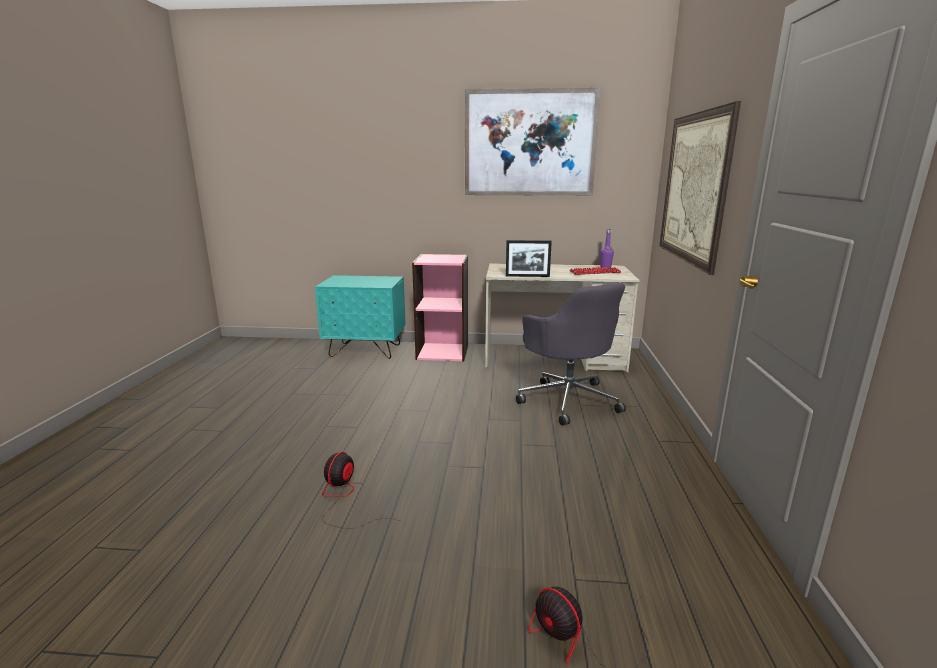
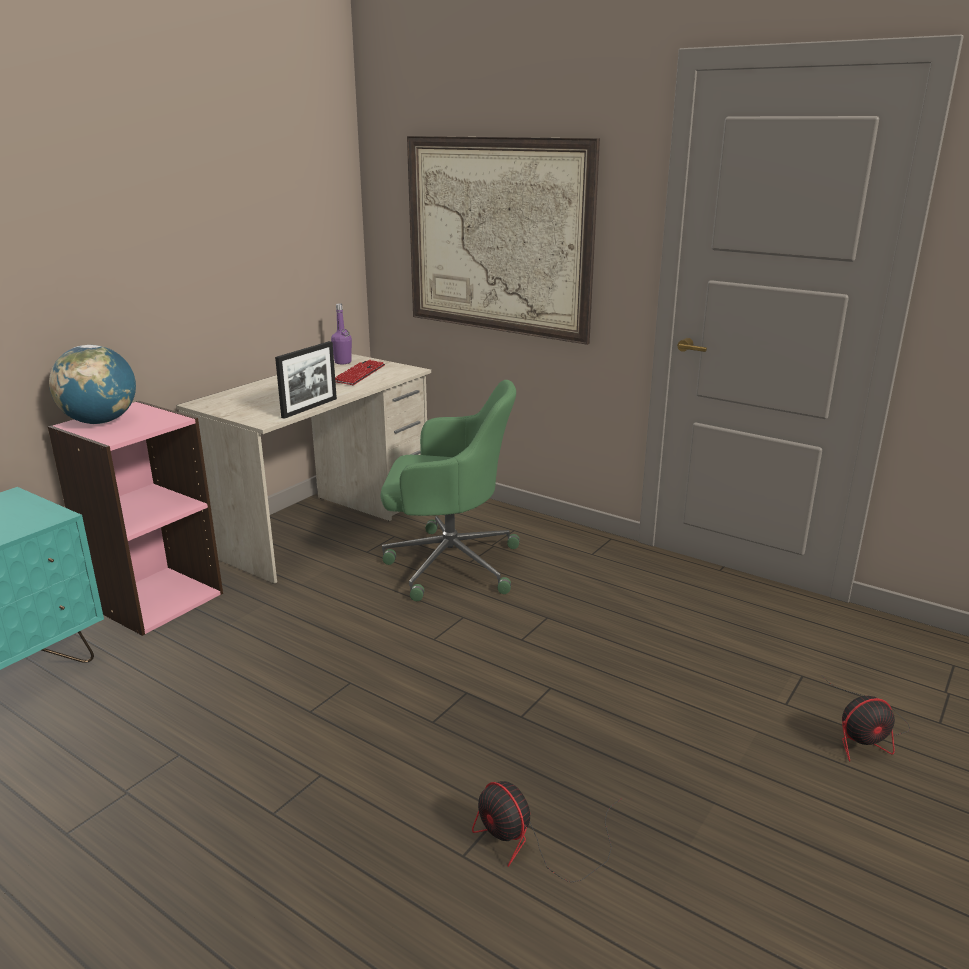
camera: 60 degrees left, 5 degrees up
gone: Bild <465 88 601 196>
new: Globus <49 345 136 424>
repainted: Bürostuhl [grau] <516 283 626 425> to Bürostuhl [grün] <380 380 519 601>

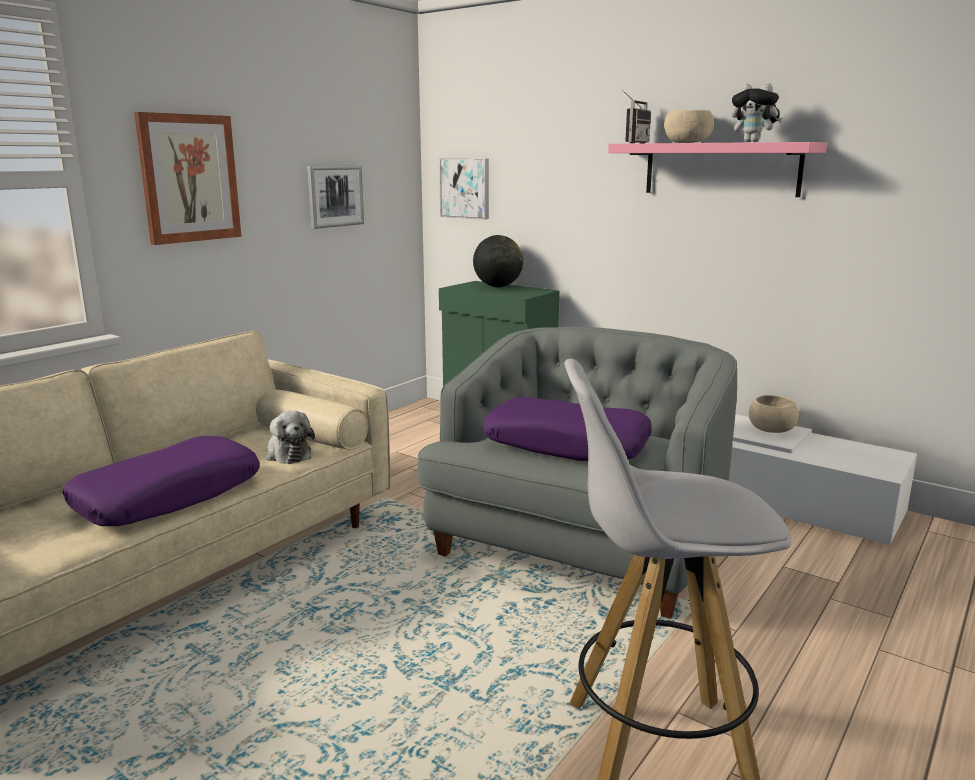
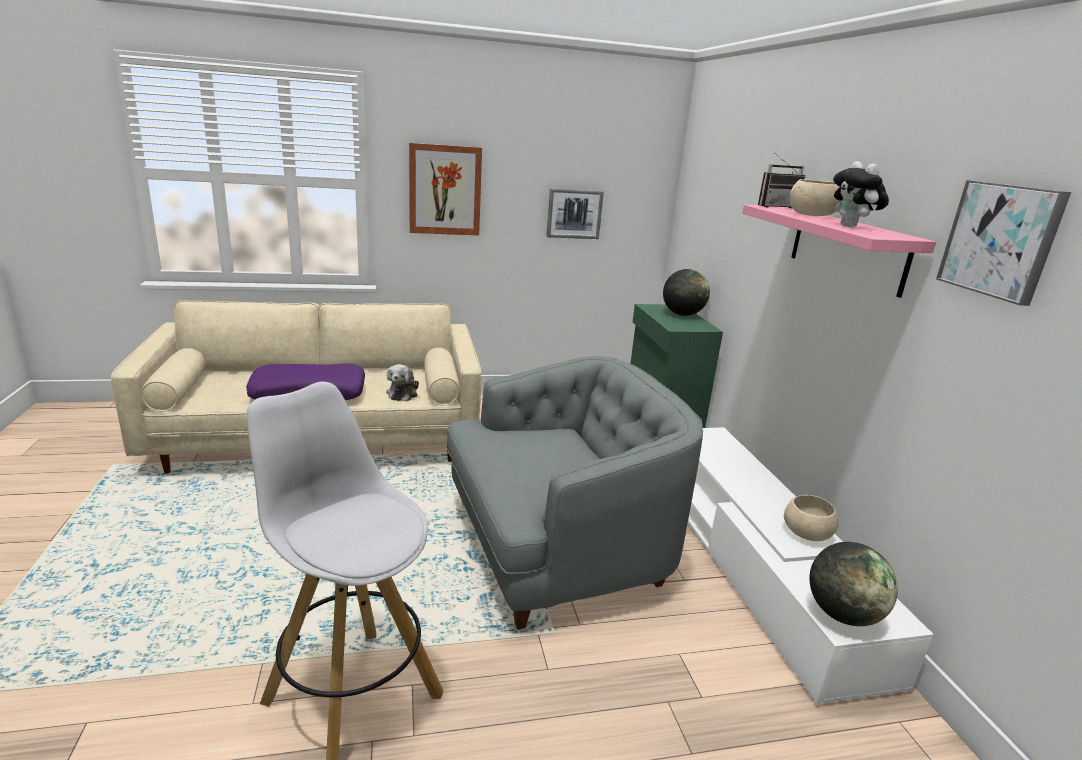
camera: 40 degrees right, 5 degrees up
gone: Kissen [lila] <483 397 652 461>
new: Globus <809 542 898 626>
shifted: Bild <439 158 489 219> to <936 180 1071 306>

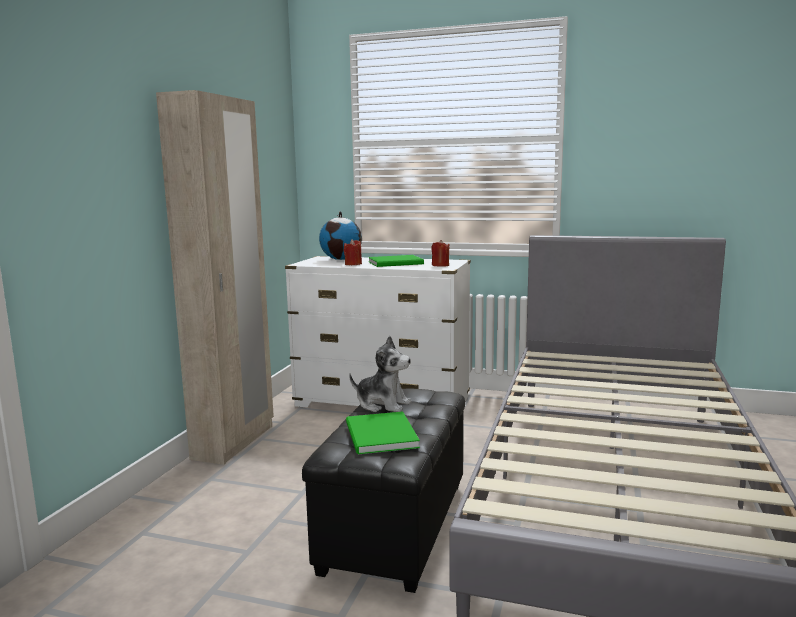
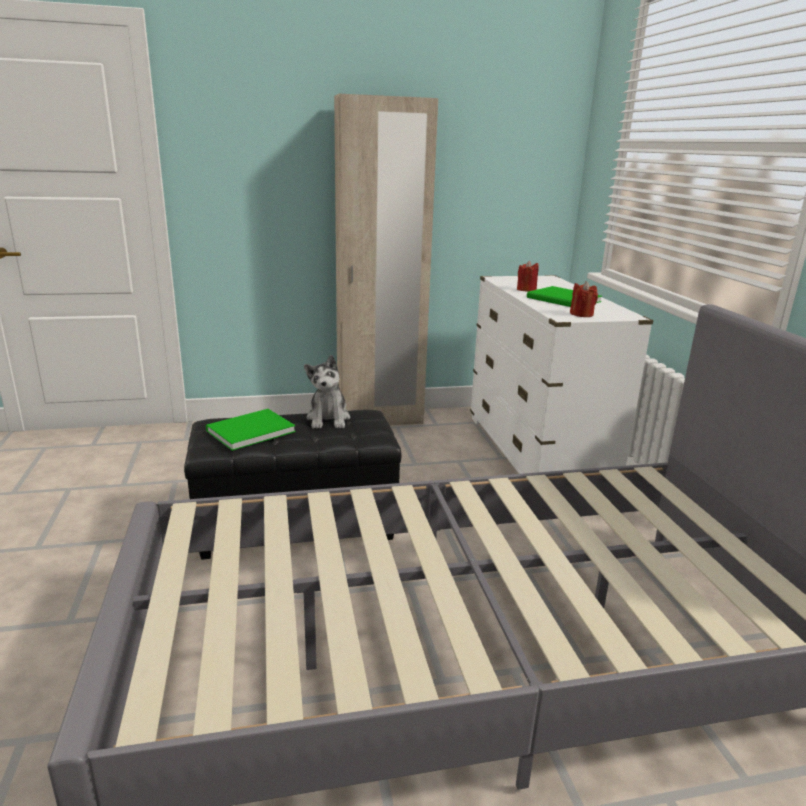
camera: 60 degrees right, 10 degrees up
gone: Globus <319 211 362 260>

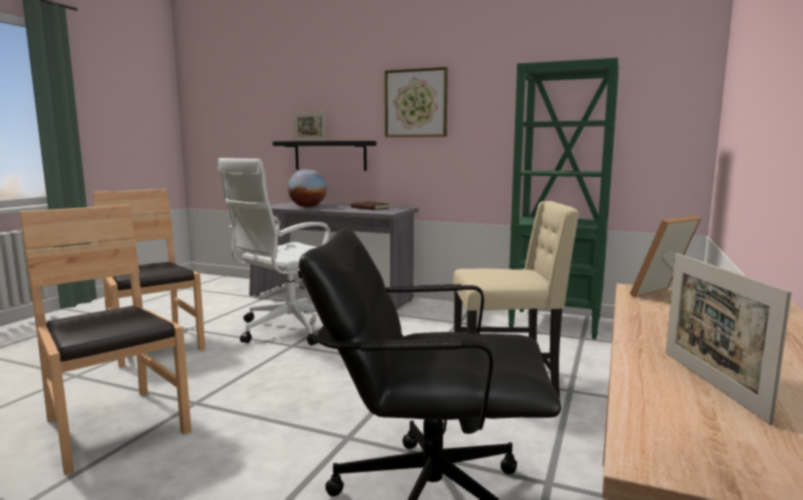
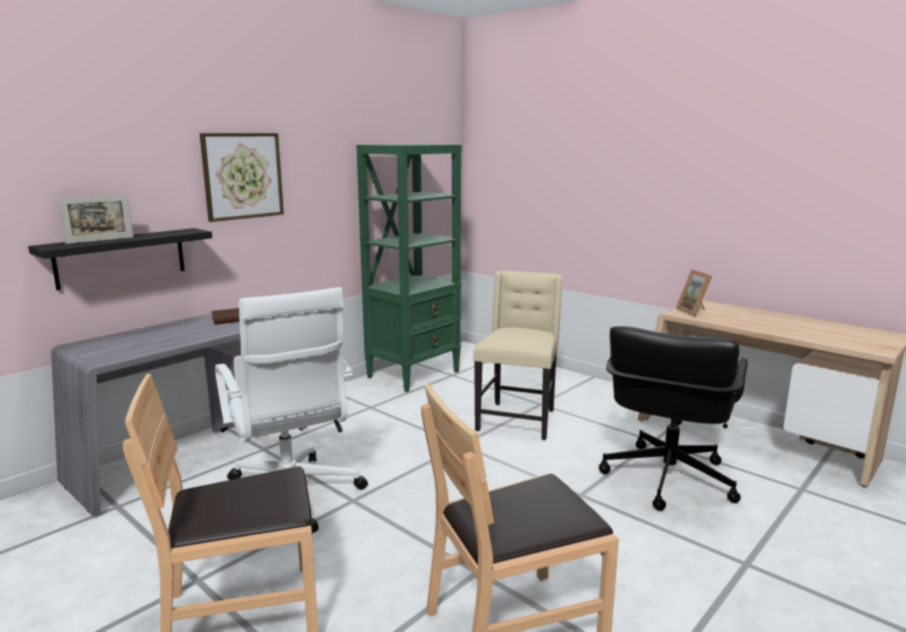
camera: 70 degrees left, 5 degrees up
gone: Globus <288 169 327 208>; Bilderrahmen <666 253 792 425>

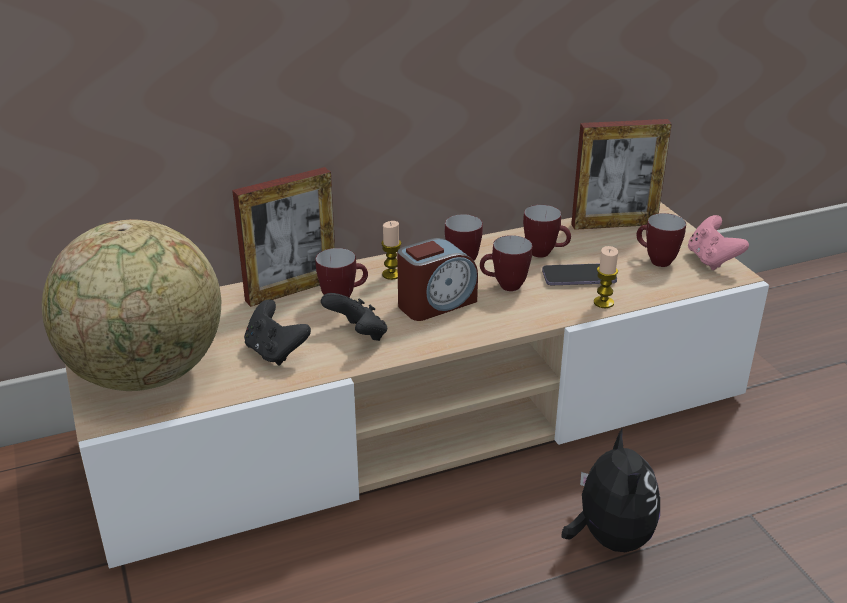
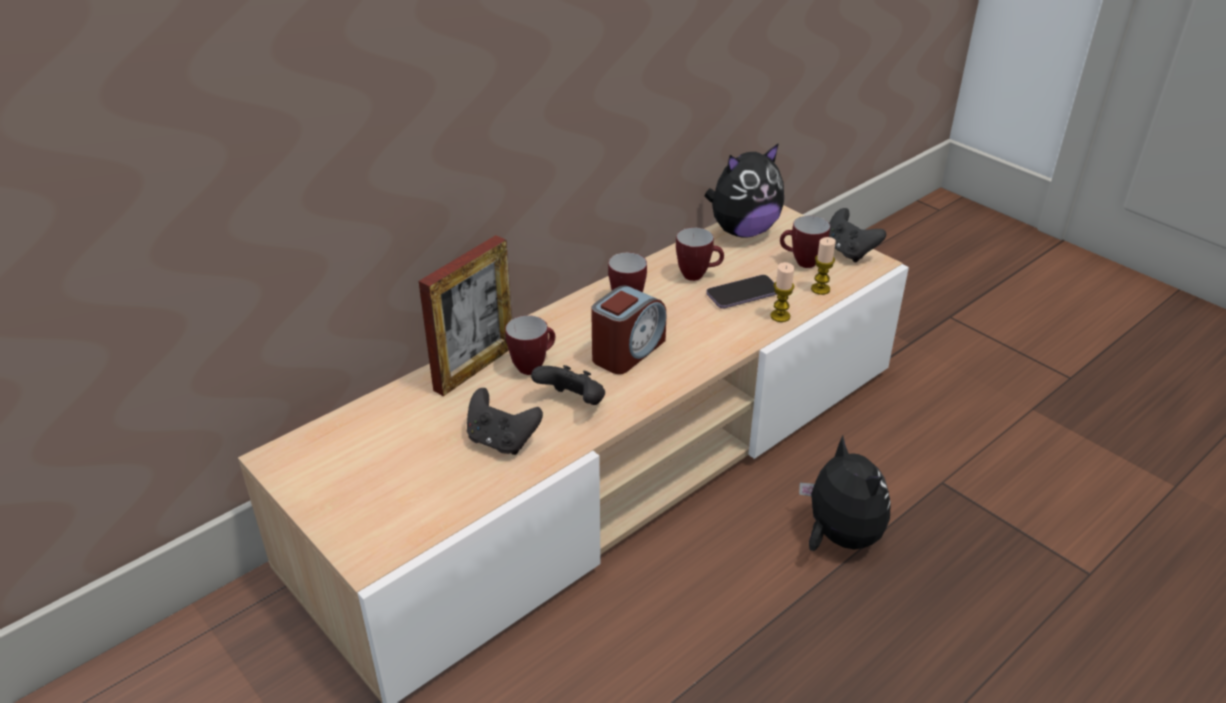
camera: 20 degrees left, 5 degrees up
gone: Globus <42 219 222 391>; Henkelbecher <480 235 532 291>
shifted: Kerze <381 221 401 280> to <811 237 836 295>
swapped: Bilderrahmen <571 119 672 230> to Plüschtier <705 143 784 238>
repainted: Gamepad [rosa] <688 215 749 270> to Gamepad [schwarz] <829 208 886 262>

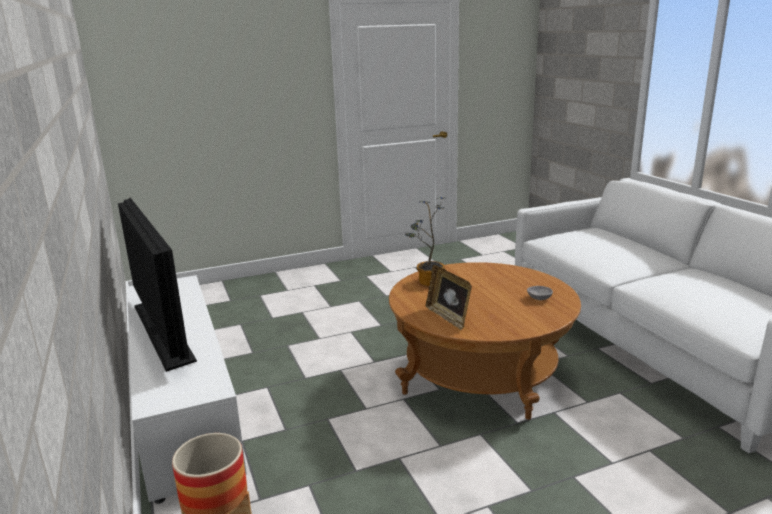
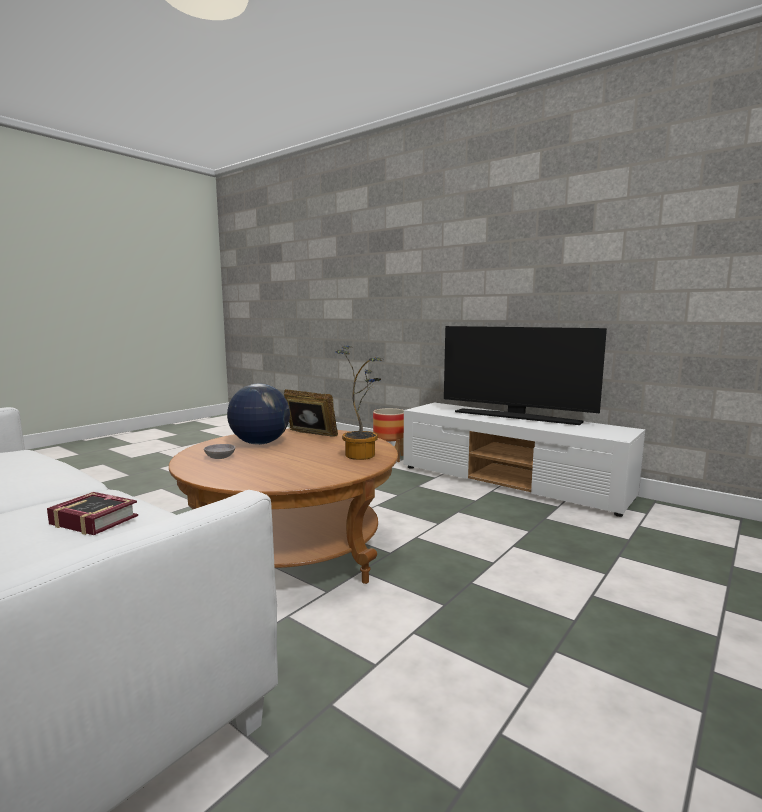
camera: 150 degrees right, 10 degrees down
new: Buch <47 492 138 535>; Globus <227 384 290 445>

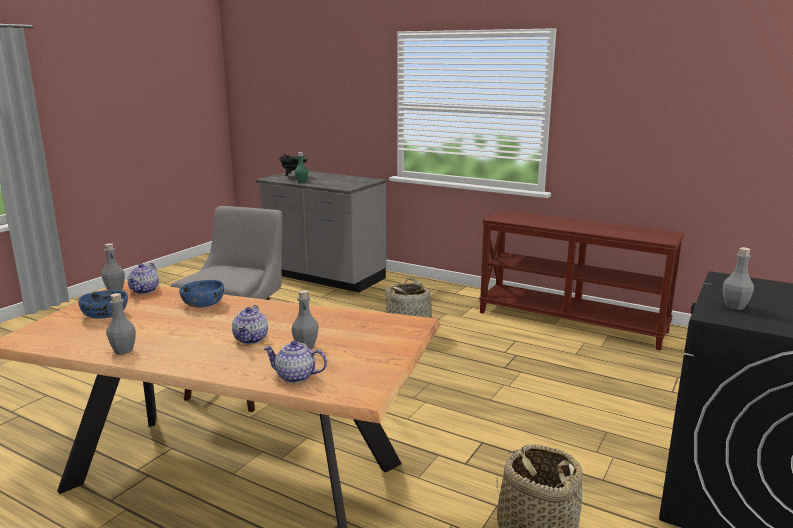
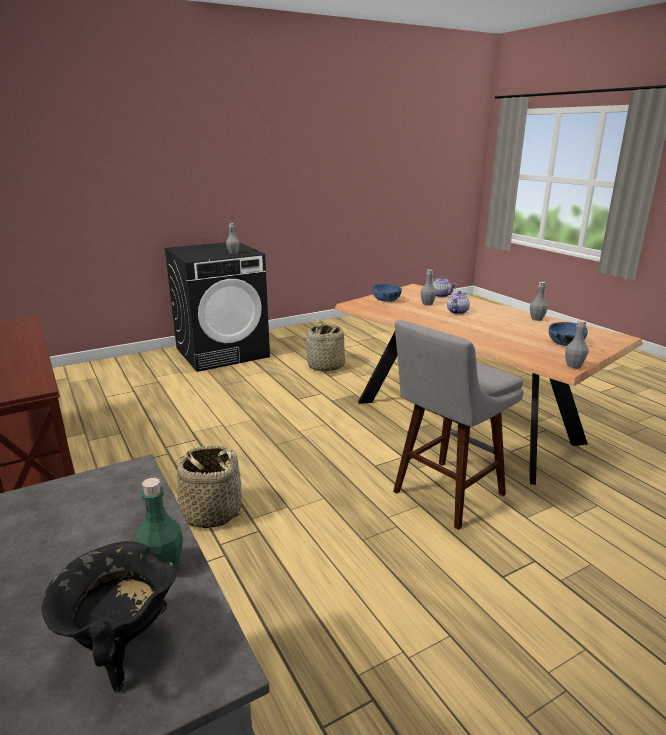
camera: 150 degrees left, 5 degrees up
gone: Teekanne <128 263 159 294>
shifted: Schüssel [blau] <179 280 224 308> to <373 284 402 302>

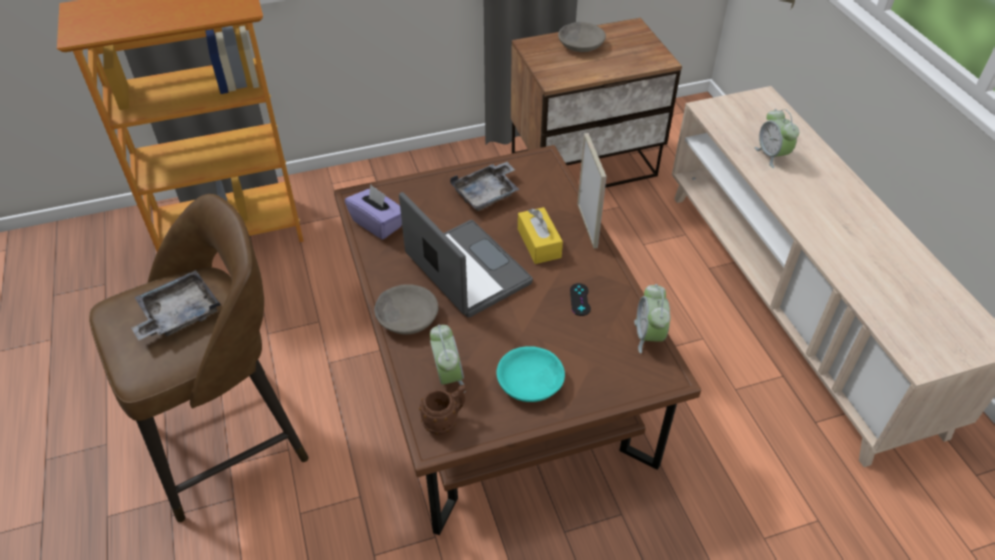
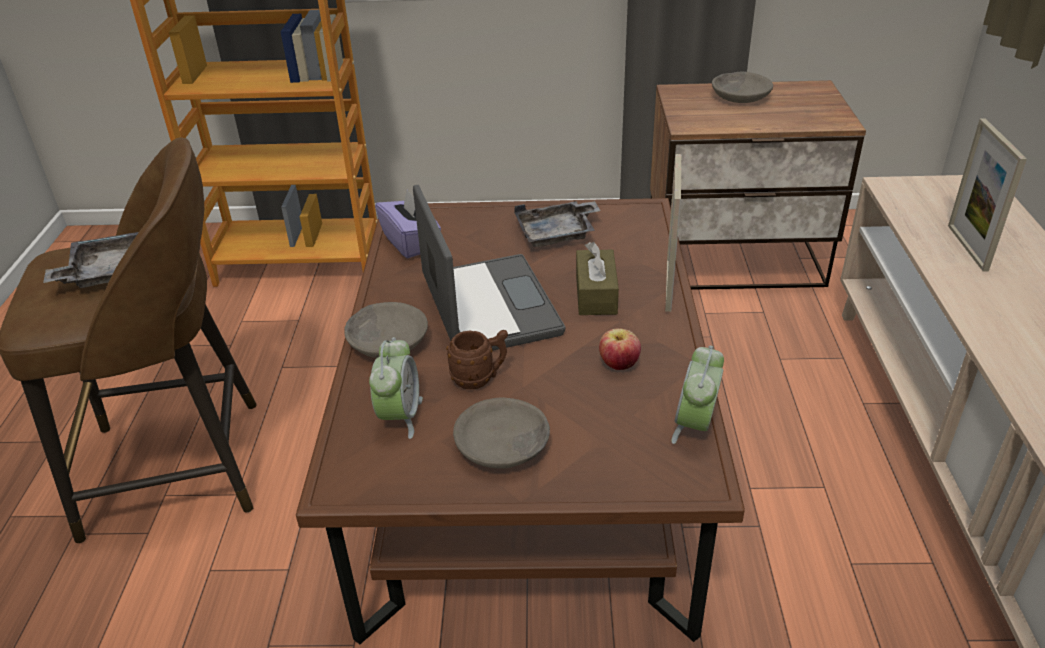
camera: 20 degrees right, 10 degrees down
shifted: Henkelbecher [braun] <419 385 466 435> to <446 330 508 389>
swapped: Gamepad [schwarz] <570 283 591 316> to Apfel <599 328 641 370>; Wecker <754 109 799 168> to Bilderrahmen <948 118 1027 272>
repainted: Schüssel [türkis] <496 346 565 402> to Schüssel [grau] <453 398 550 469>; Taschentuchbox [gelb] <518 207 563 264> to Taschentuchbox [braun] <576 242 619 315>

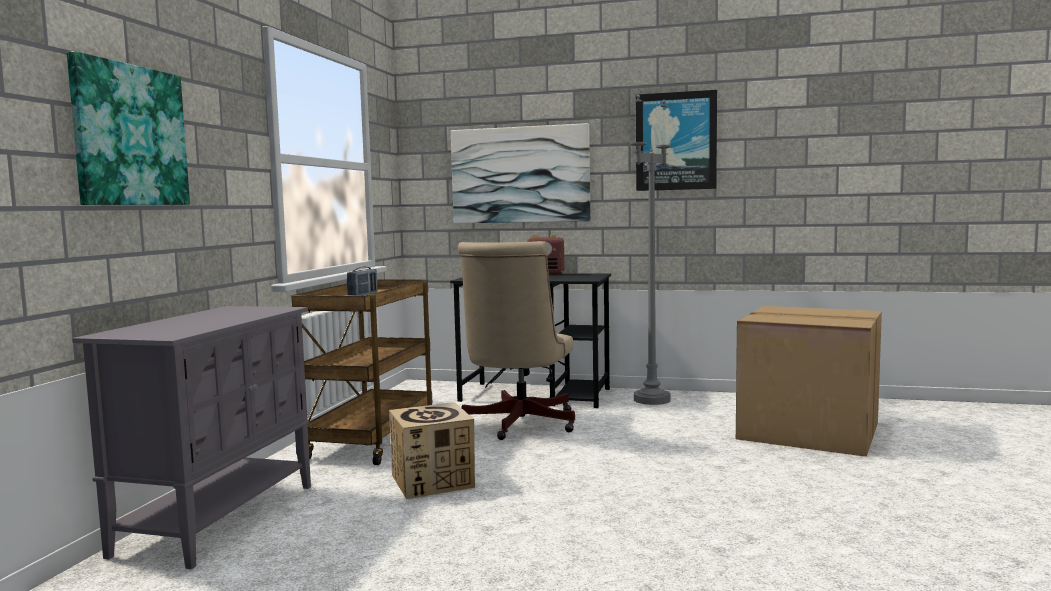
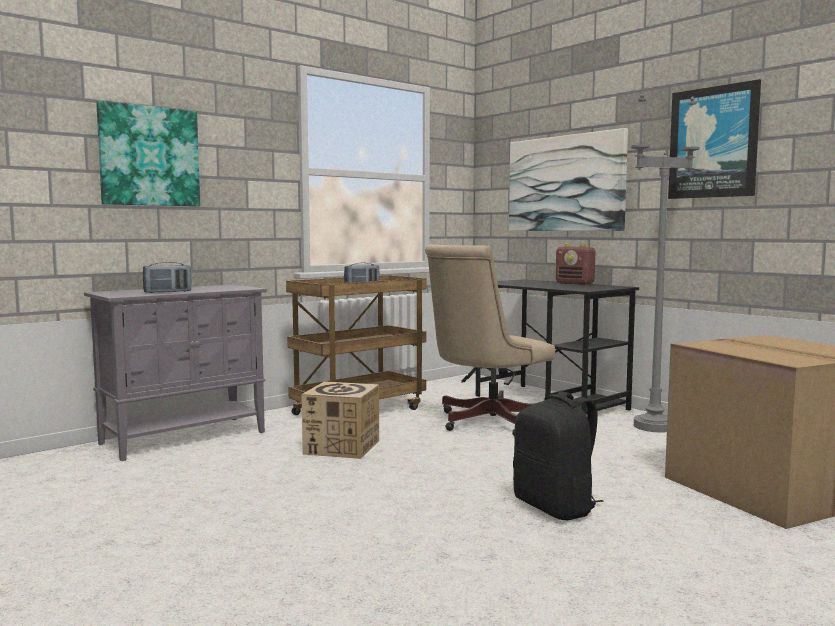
camera: 35 degrees right, 0 degrees up
new: Radio <143 262 191 293>; Rucksack [schwarz] <513 391 604 520>

